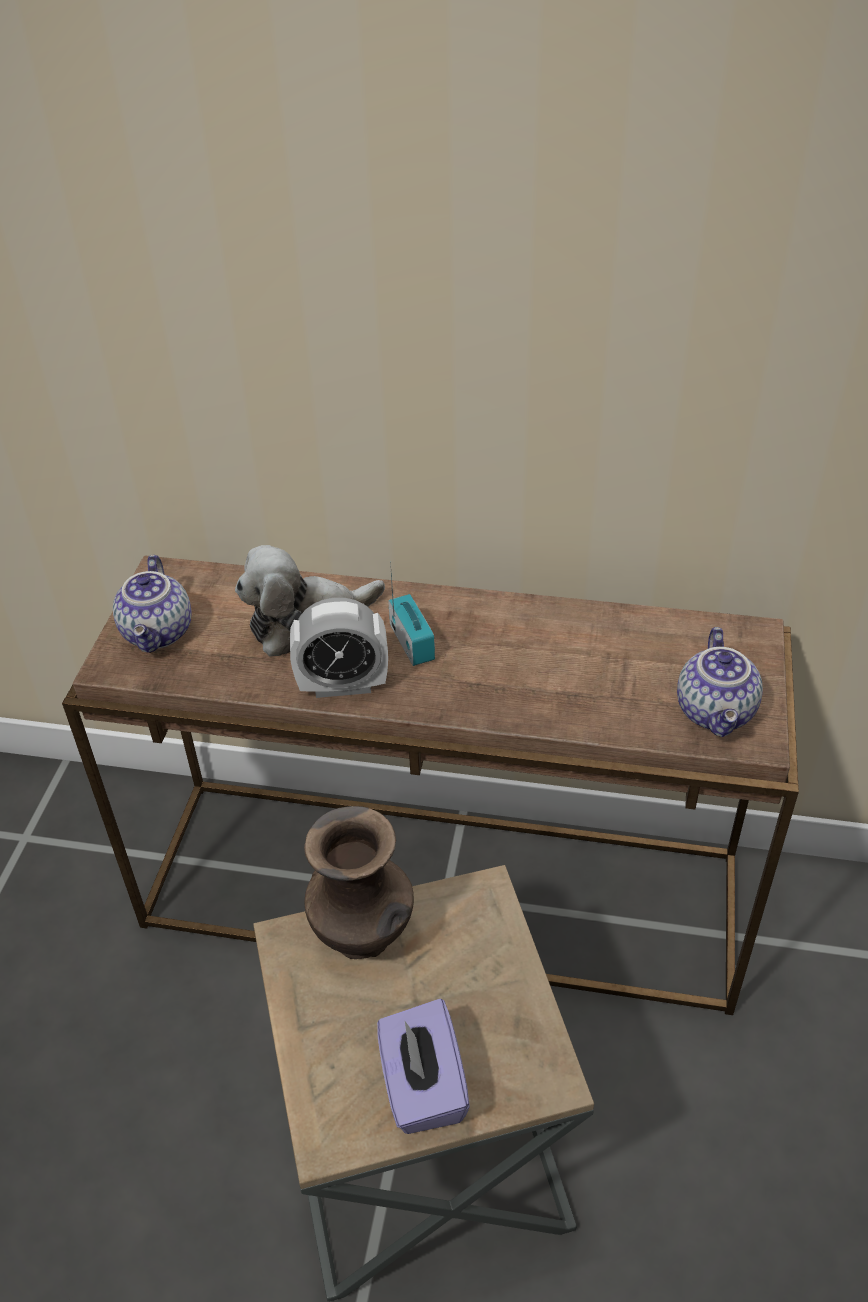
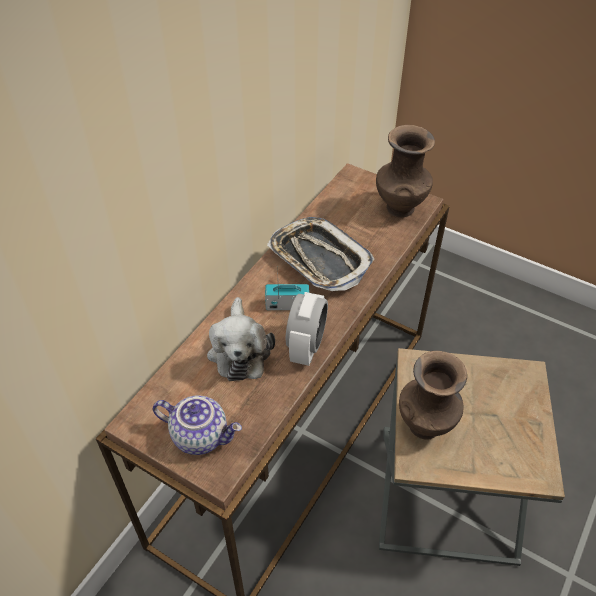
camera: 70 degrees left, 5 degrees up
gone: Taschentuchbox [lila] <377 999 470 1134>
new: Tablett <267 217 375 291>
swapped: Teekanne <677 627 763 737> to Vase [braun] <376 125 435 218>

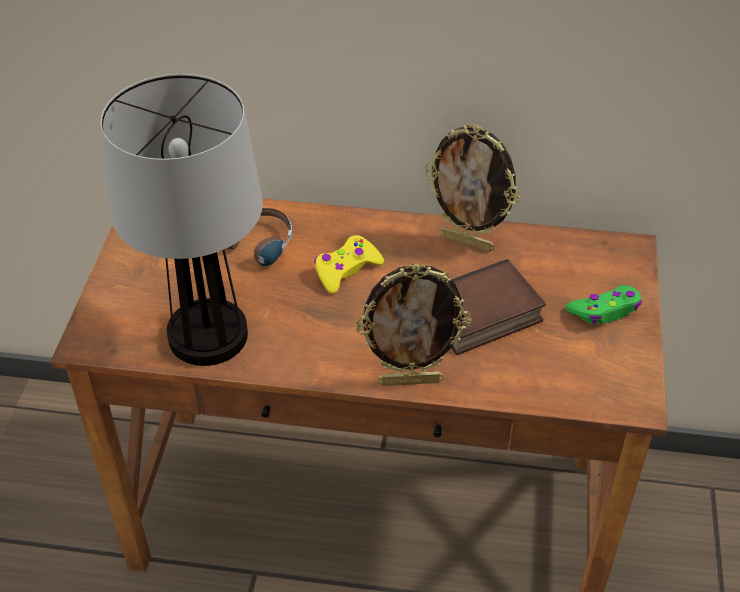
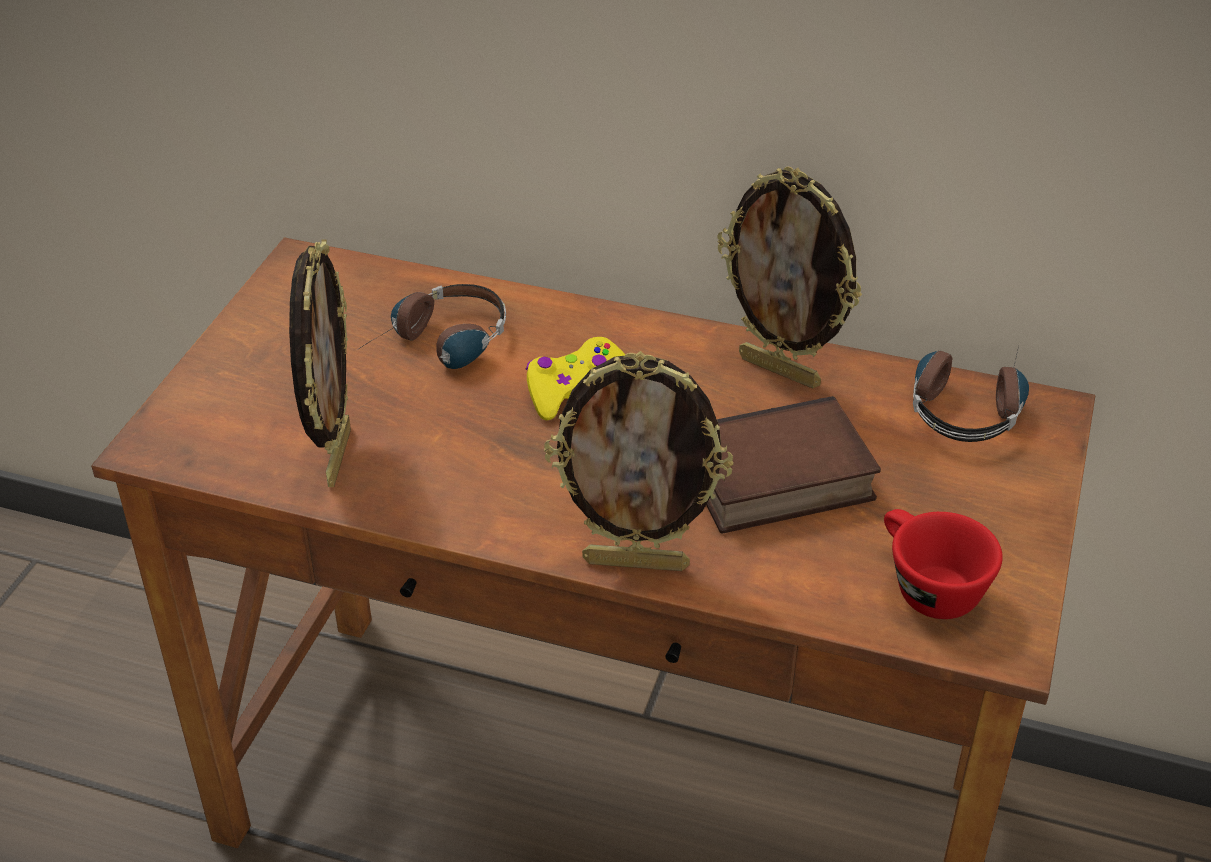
camera: 10 degrees right, 5 degrees down
gone: Gamepad [grün] <565 285 642 324>
new: Tasse [rot] <884 509 1003 619>; Kopfhörer <913 346 1029 442>
swapped: Tischlampe <100 74 263 366> to Bilderrahmen <289 239 351 487>

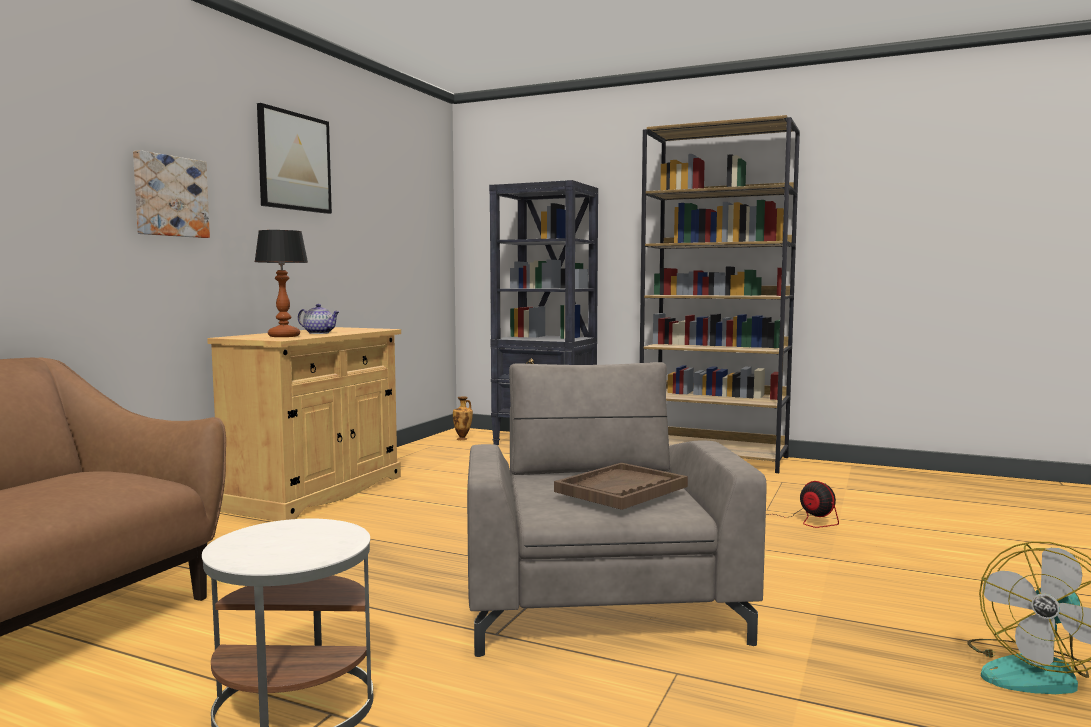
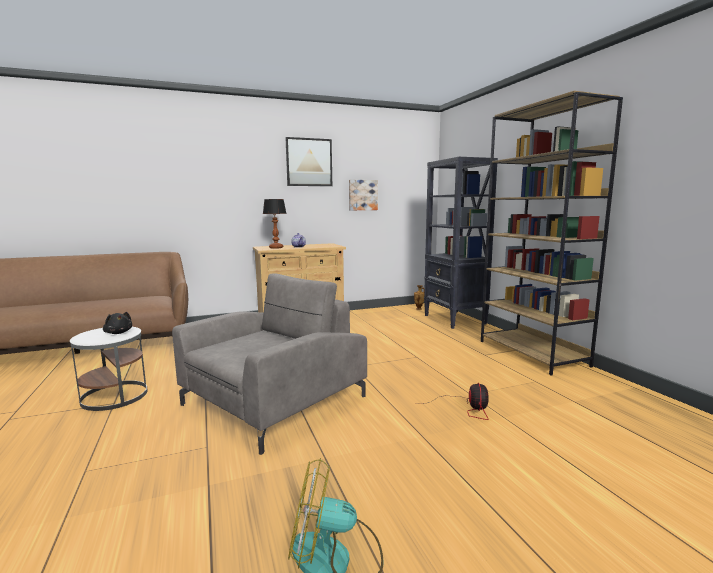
camera: 45 degrees right, 5 degrees up
gone: Tablett [braun] <554 463 688 510>
new: Plüschtier [schwarz] <103 312 132 334>
shifted: Bild <133 150 210 238> to <349 180 378 210>

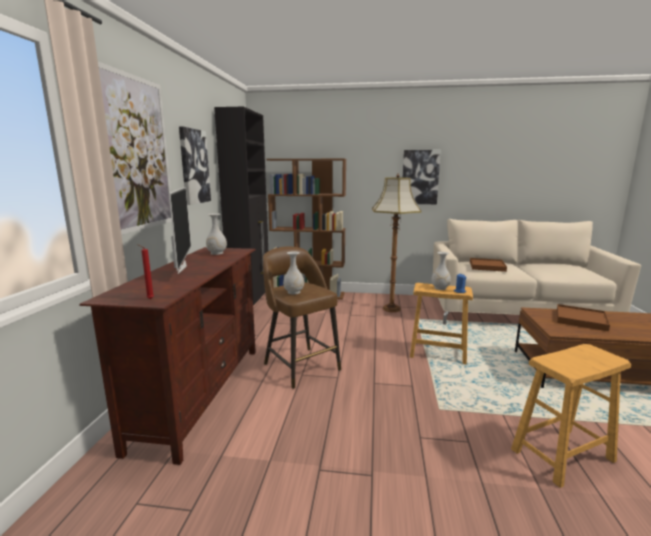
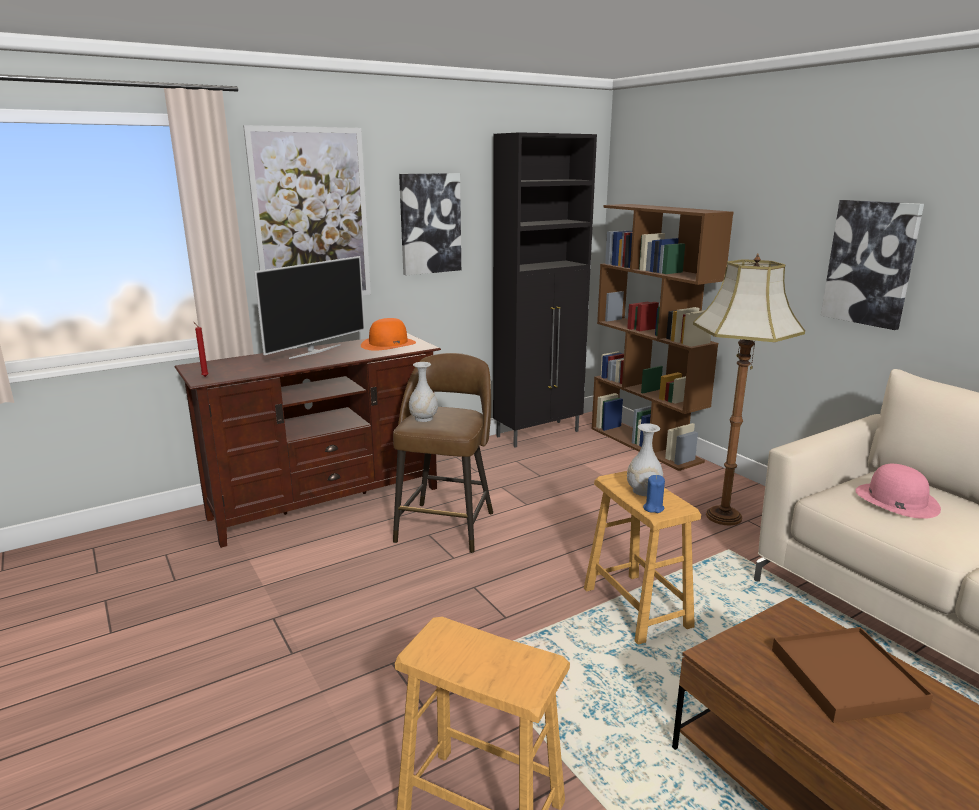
camera: 50 degrees right, 5 degrees up
swapped: Vase [weiß] <206 213 227 255> to Hut [orange] <361 318 416 351>; Tablett [braun] <470 258 507 272> to Hut [rosa] <855 464 941 519>

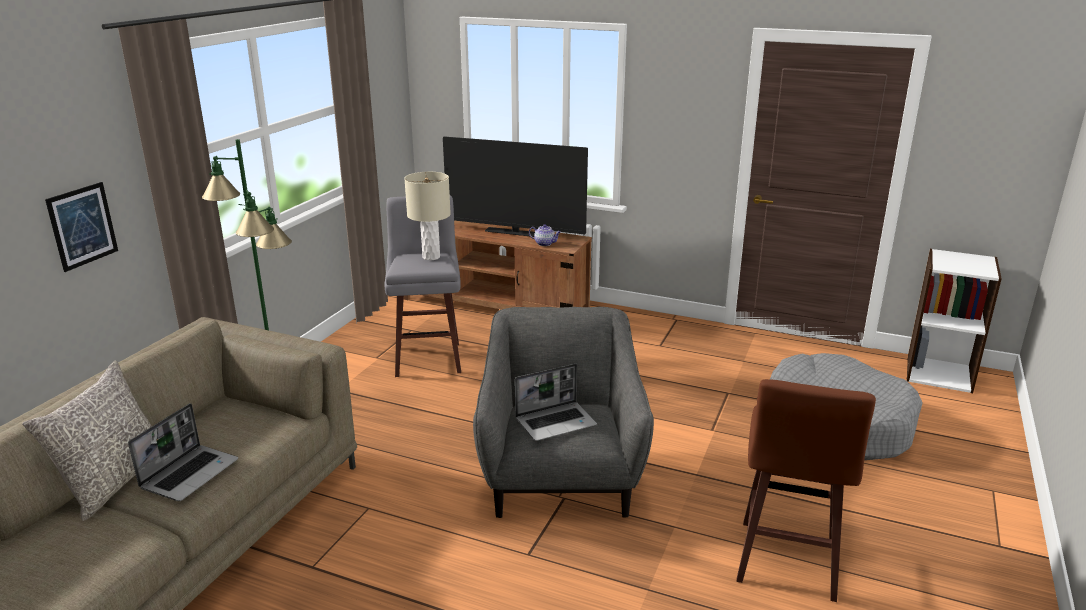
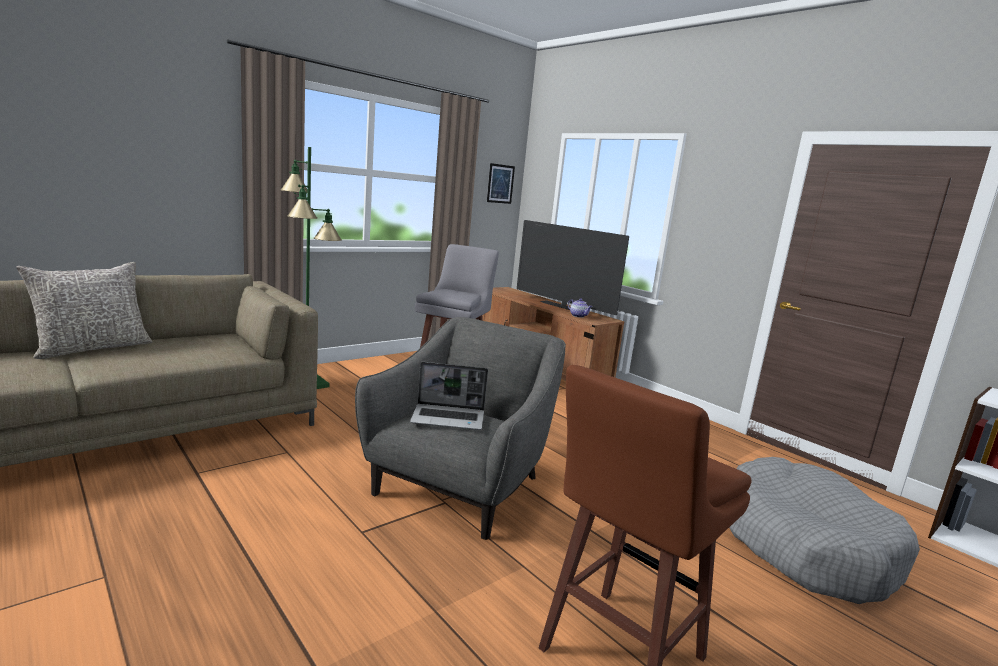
camera: 25 degrees right, 10 degrees down
gone: Laptop <128 403 238 501>; Tischlampe [beige] <404 172 451 260>
shifted: Bild <45 182 118 272> to <487 163 515 204>

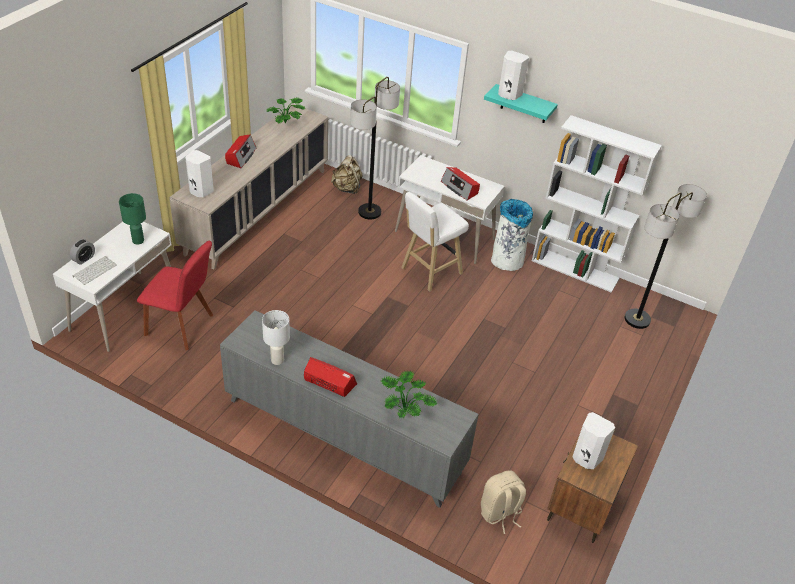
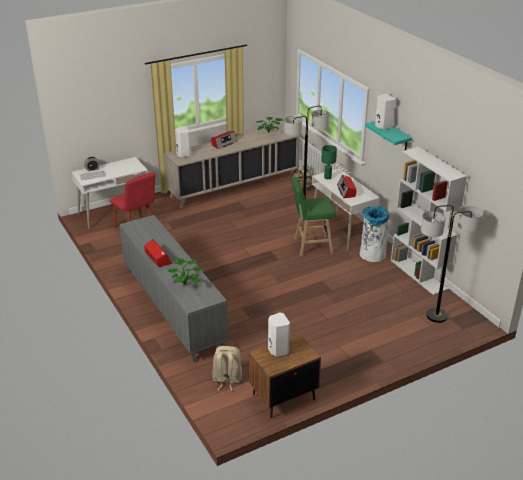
camera: 35 degrees right, 10 degrees down
gone: Tischlampe [weiß] <262 310 290 365>
shifted: Tischlampe [grün] <119 193 146 244> to <321 145 337 179>
repainted: Hocker [weiß] <401 192 469 292> to Hocker [grün] <292 178 335 256>

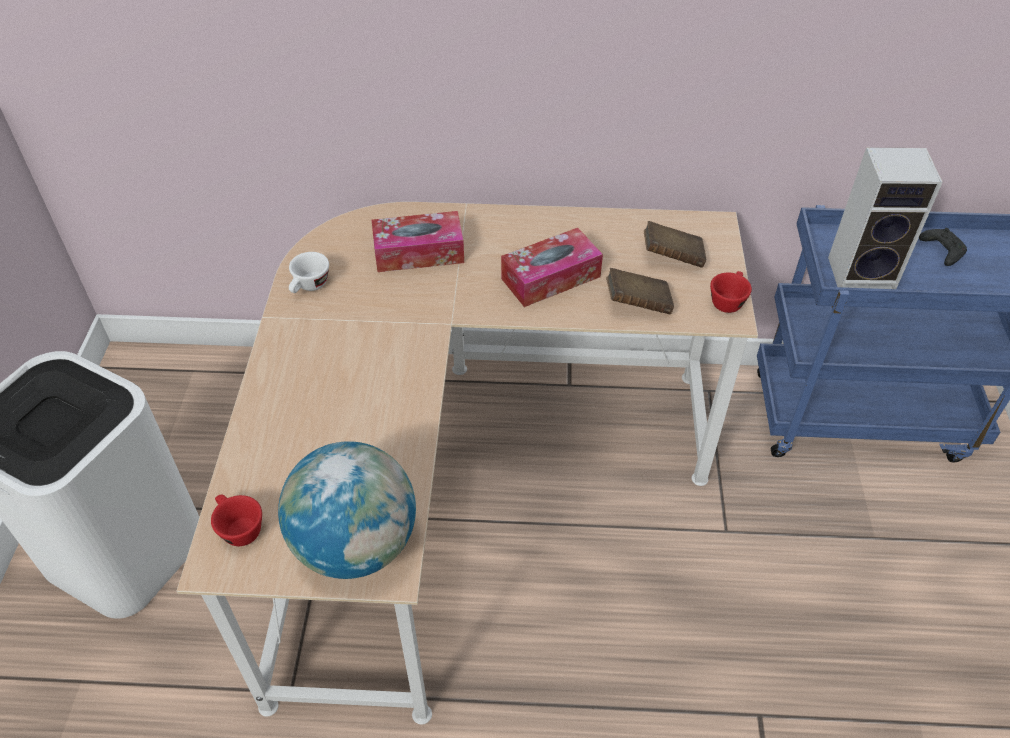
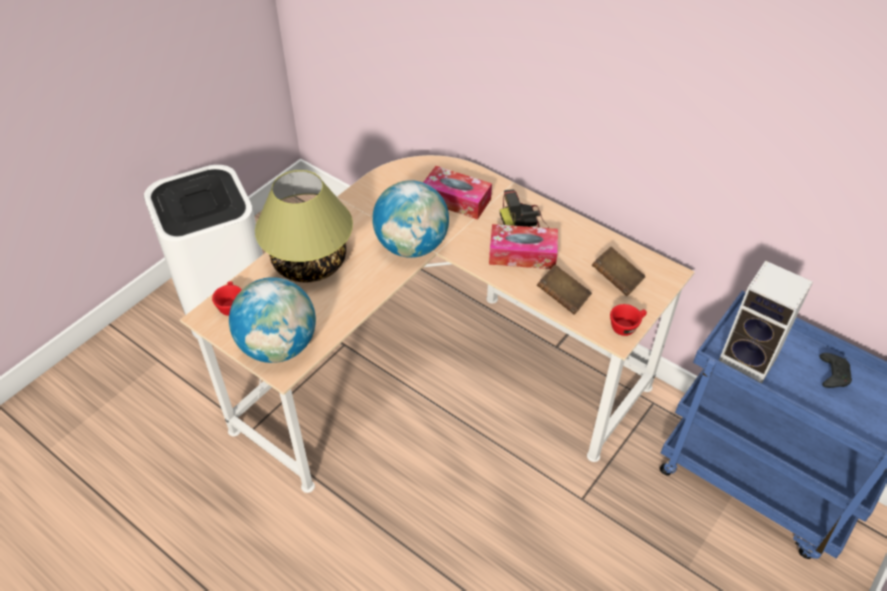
camera: 35 degrees right, 0 degrees up
gone: Tasse [weiß] <289 252 329 293>
new: Tischlampe <255 170 353 283>; Globus <372 180 449 258>; Kamera <500 190 549 228>

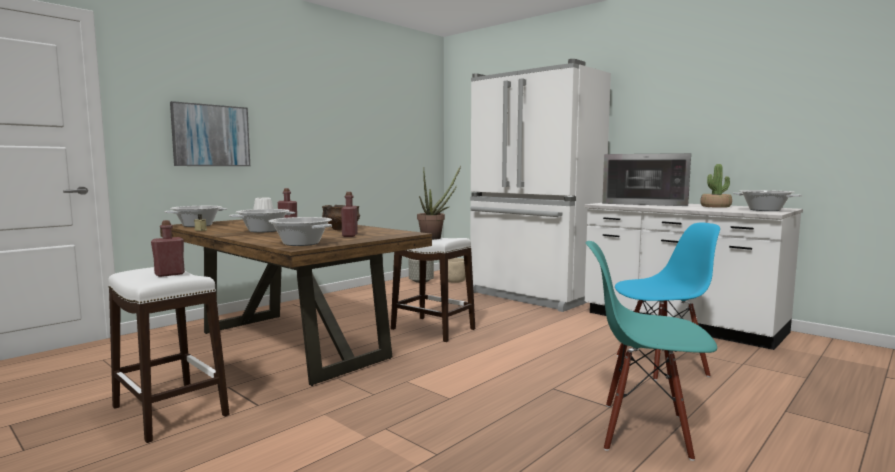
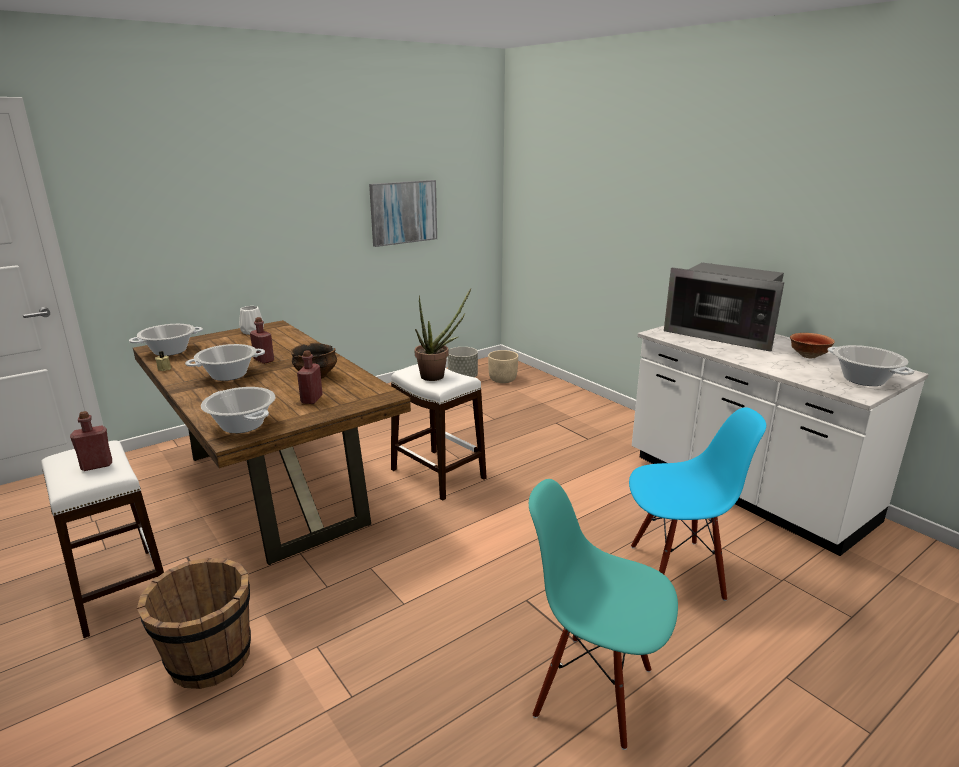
camera: 10 degrees right, 15 degrees up
gone: Kühlschrank [weiß] <470 59 611 312>
new: Eimer [braun] <137 558 251 689>
shifted: Bild <170 101 250 166> to <369 180 437 247>
swapped: Topfpflanze <700 164 732 208> to Schüssel <790 333 835 358>

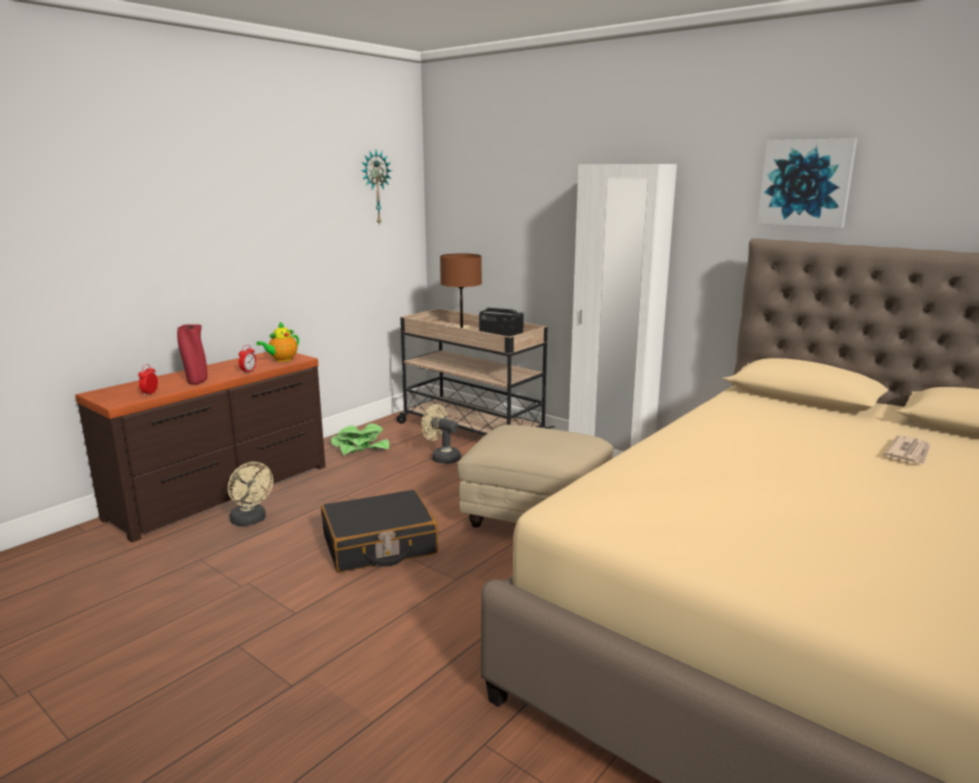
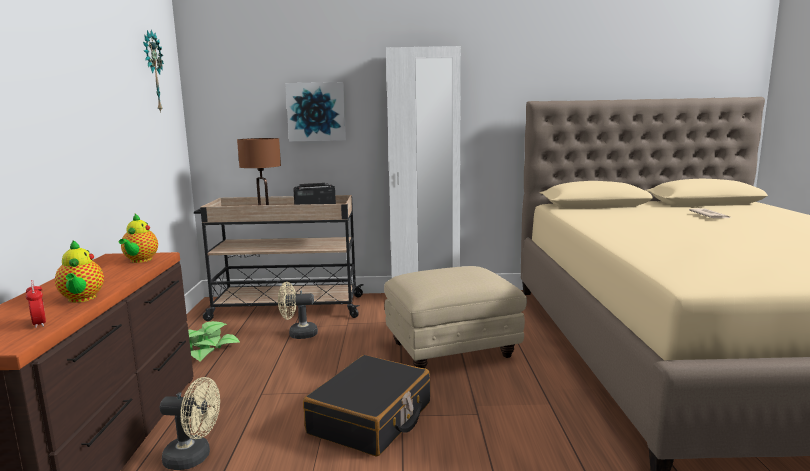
camera: 40 degrees left, 5 degrees down
gone: Wecker <239 345 257 373>
shifted: Bild <757 138 857 228> to <285 82 346 142>
swapped: Vase [rot] <177 324 208 385> to Teekanne <55 240 104 303>

